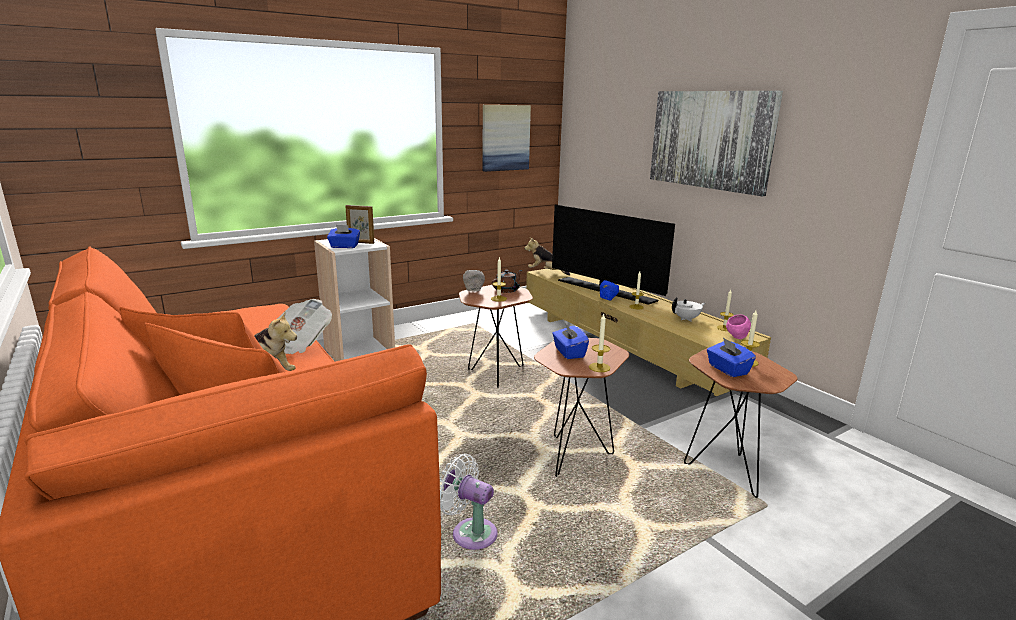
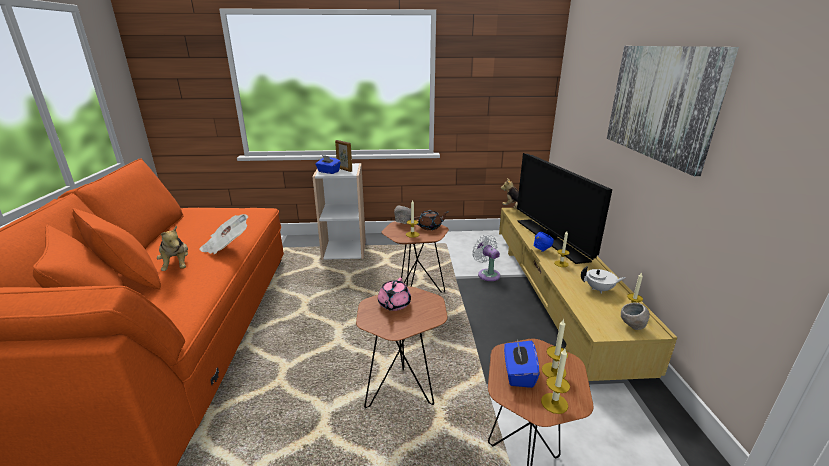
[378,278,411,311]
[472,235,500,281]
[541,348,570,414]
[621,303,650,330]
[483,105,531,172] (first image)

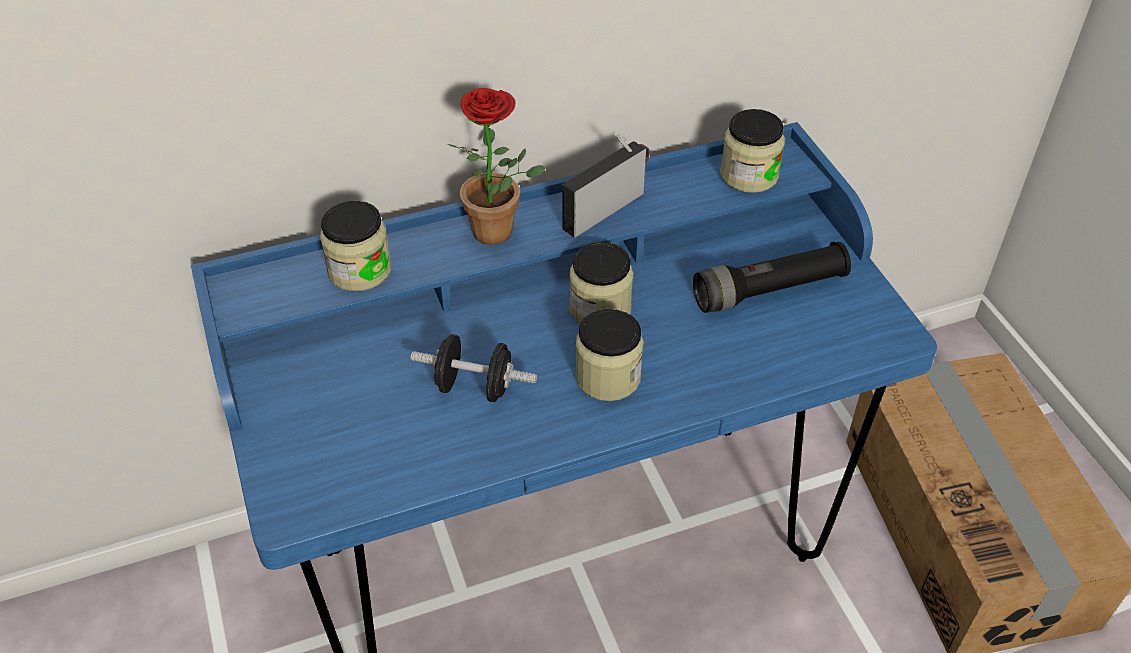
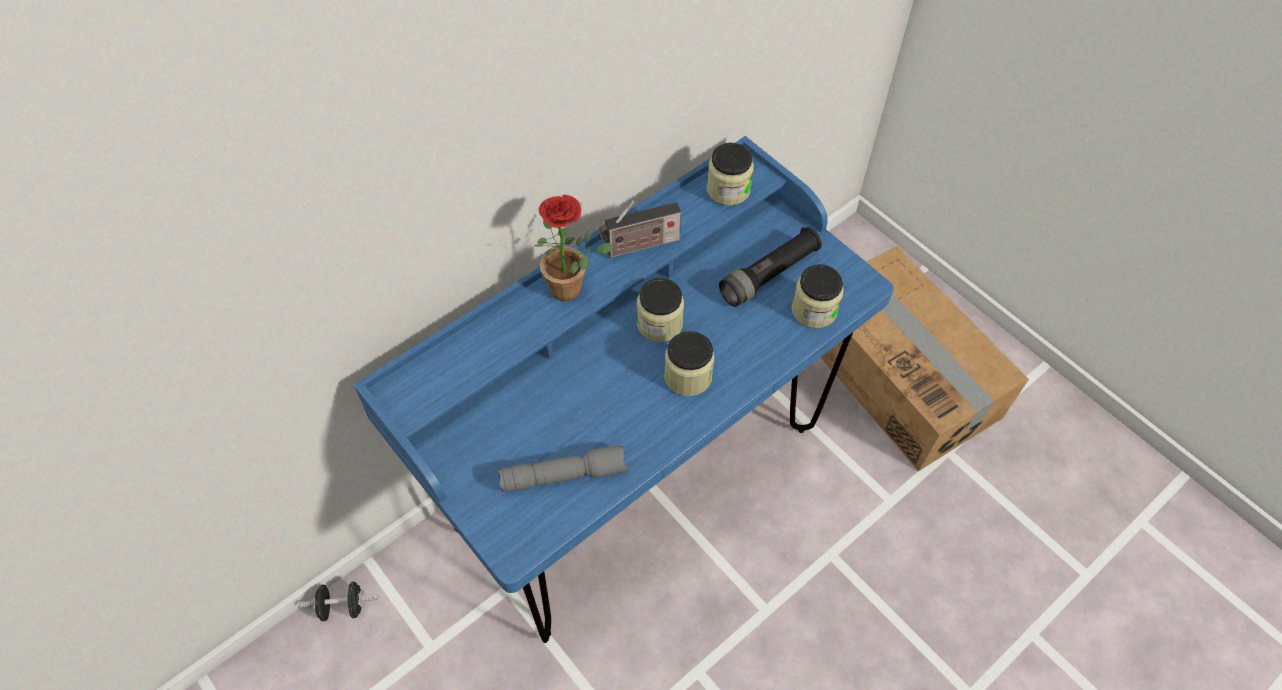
[299,582,378,621]
[498,445,629,492]
[598,201,681,258]
[791,264,844,328]

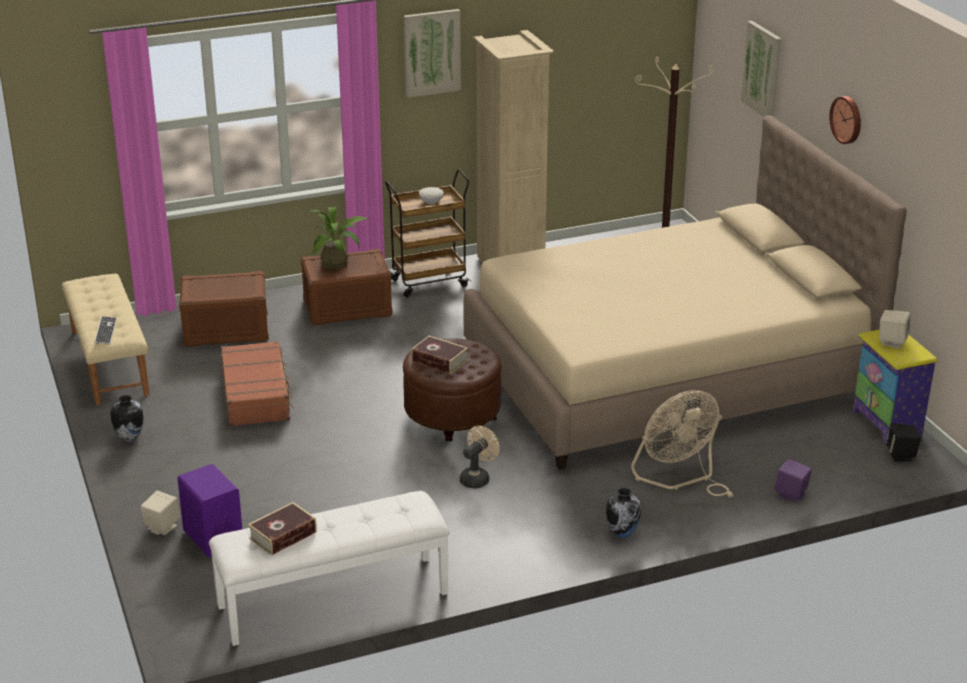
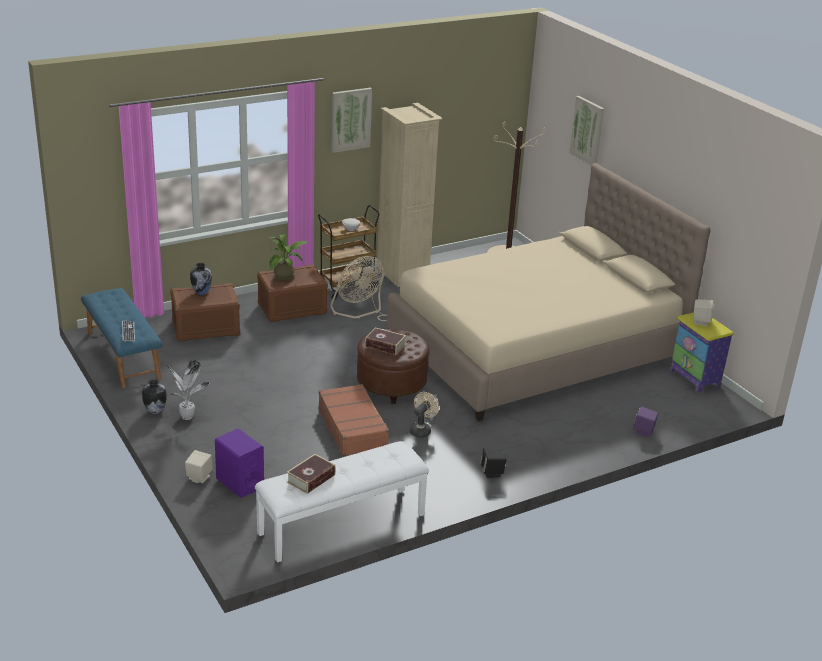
[81,288,162,388]
[167,360,209,420]
[190,263,212,295]
[319,384,389,456]
[331,256,387,321]
[481,448,506,478]
[829,96,861,144] (first image)

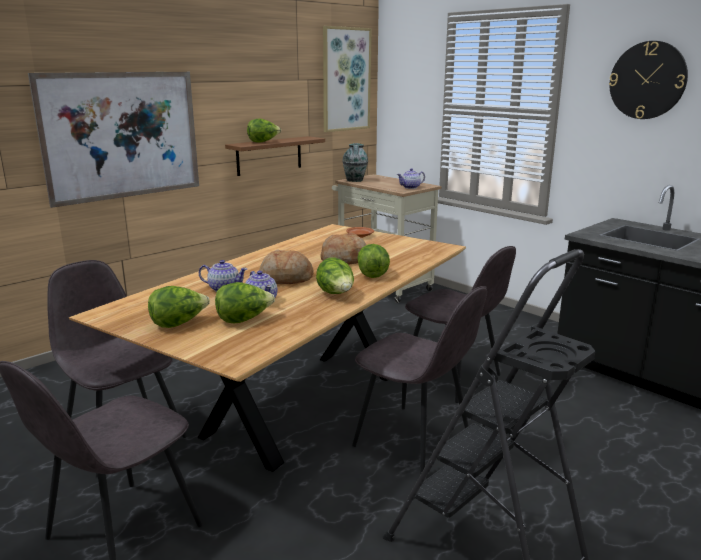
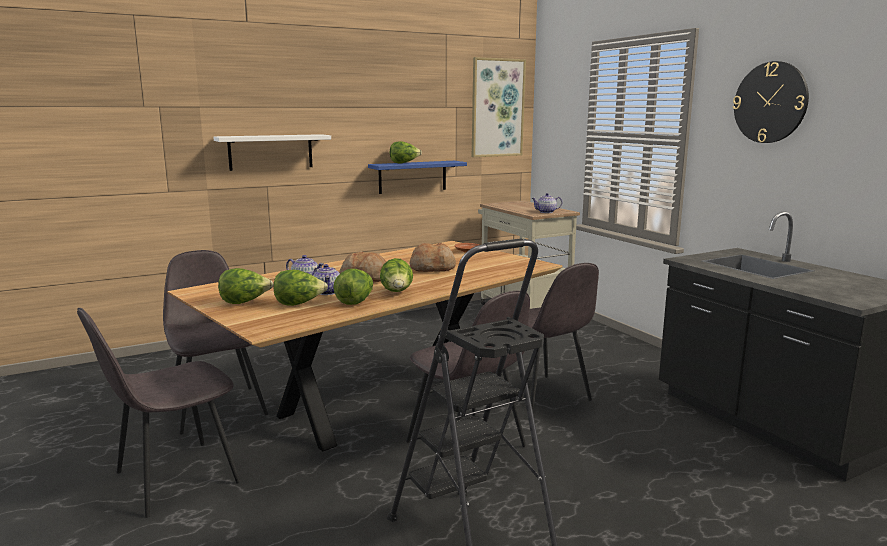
[213,134,331,171]
[333,269,373,305]
[368,161,467,194]
[342,143,368,182] (first image)

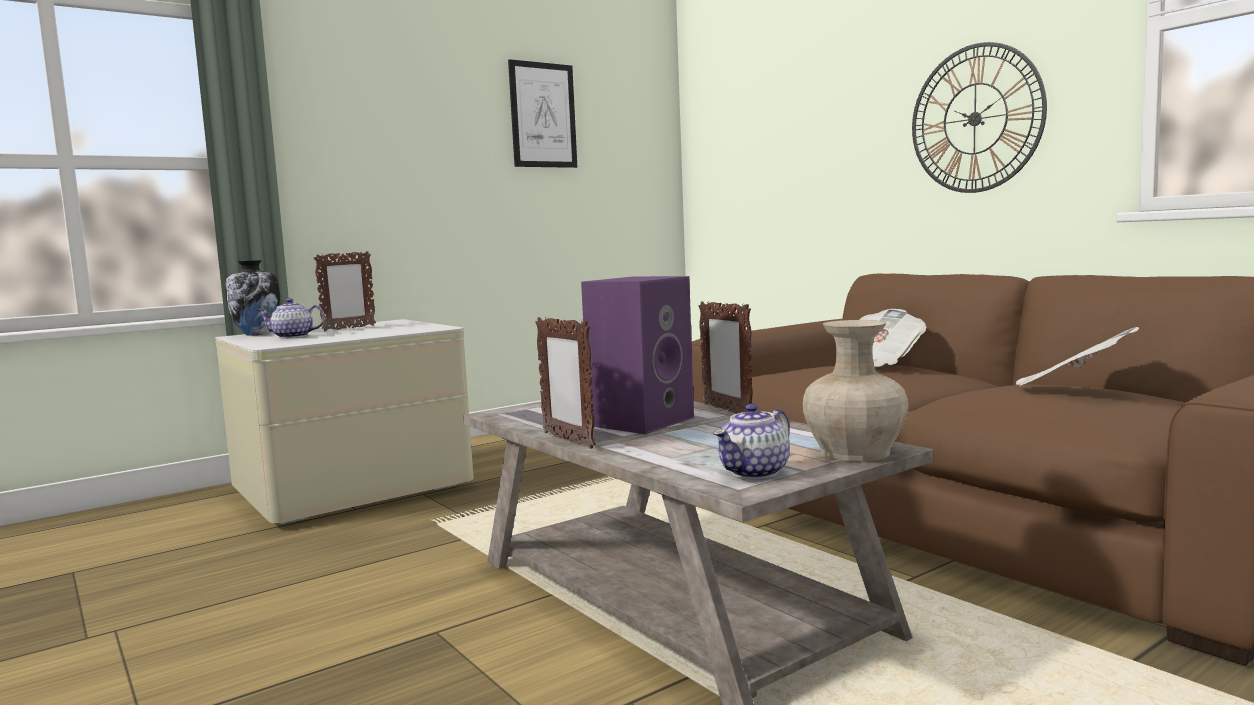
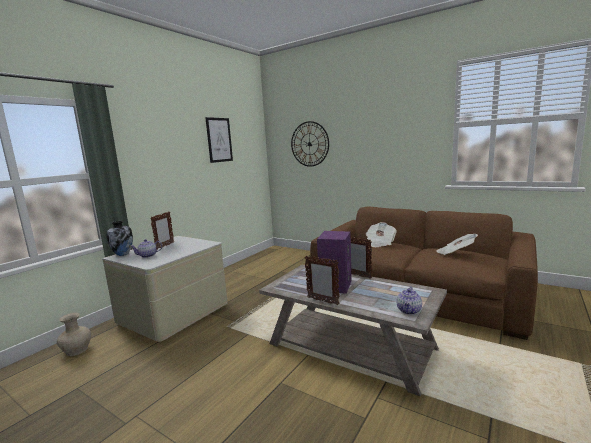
[57,313,91,356]
[291,121,329,167]

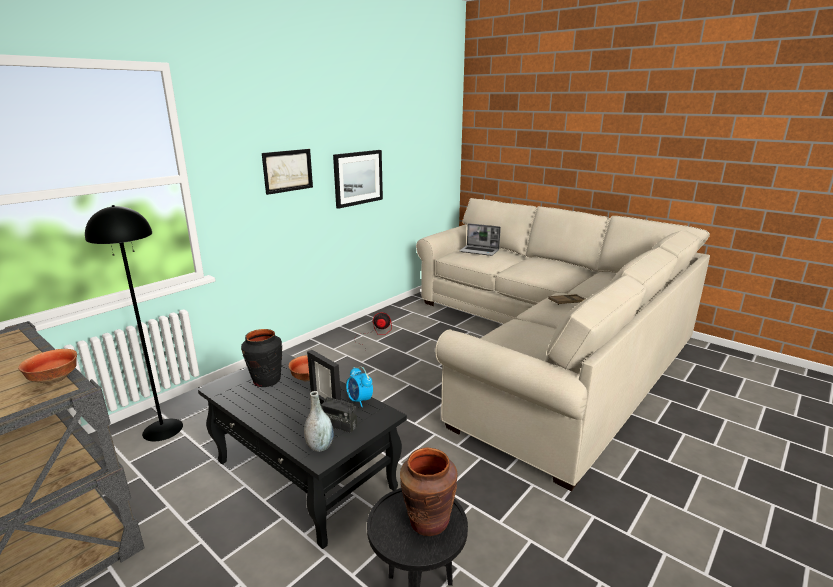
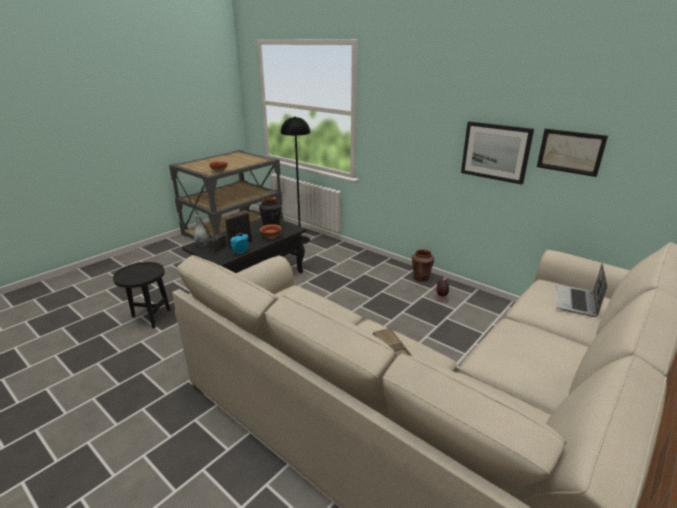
[412,250,434,282]
[537,129,608,177]

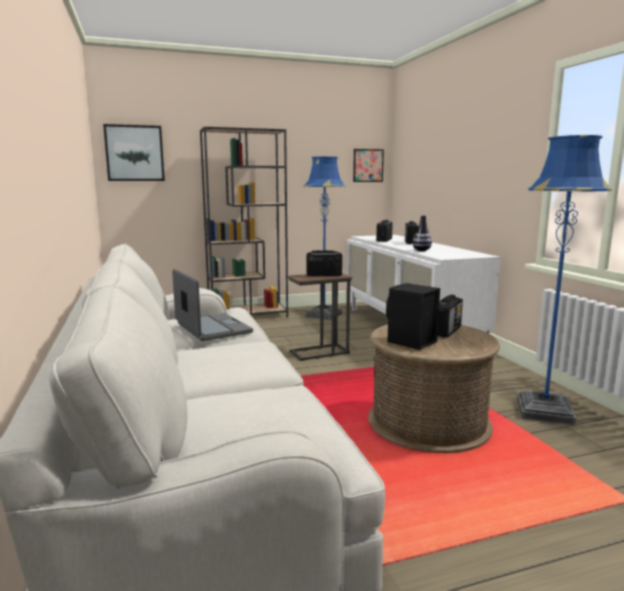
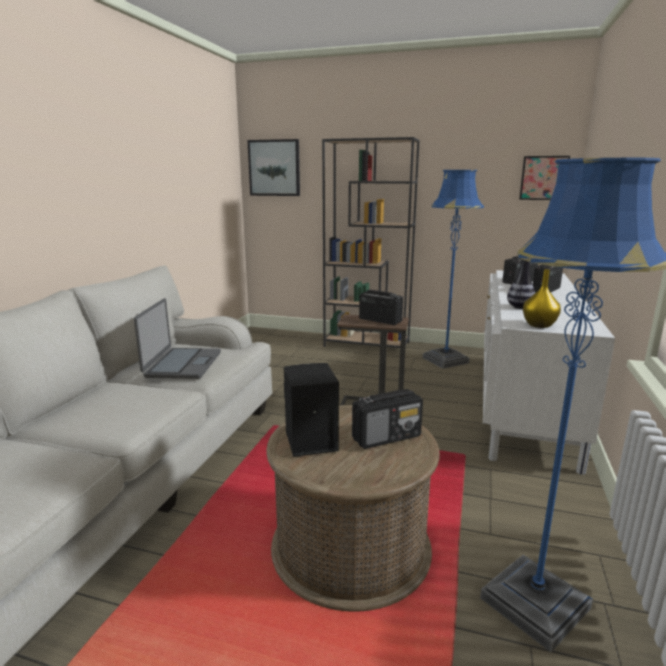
[523,269,561,328]

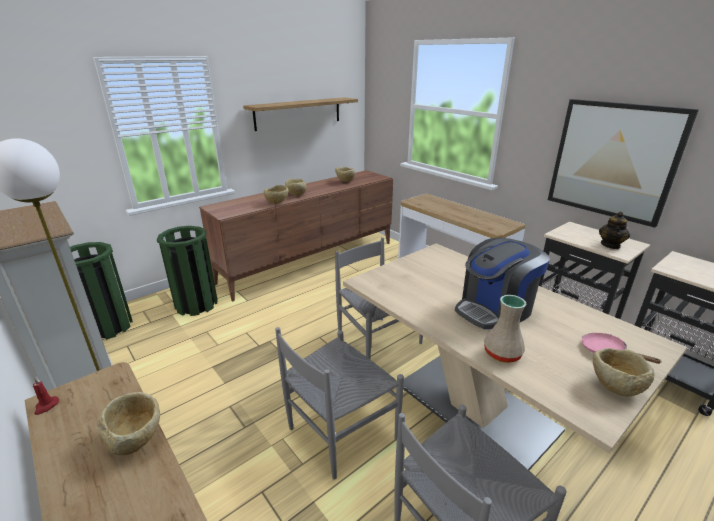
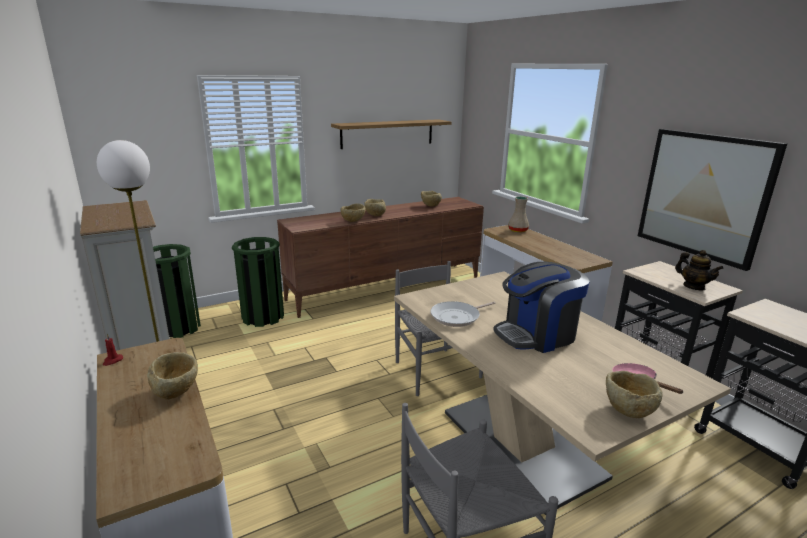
[430,301,495,327]
[508,196,529,233]
[675,250,724,290]
[275,327,404,479] (first image)

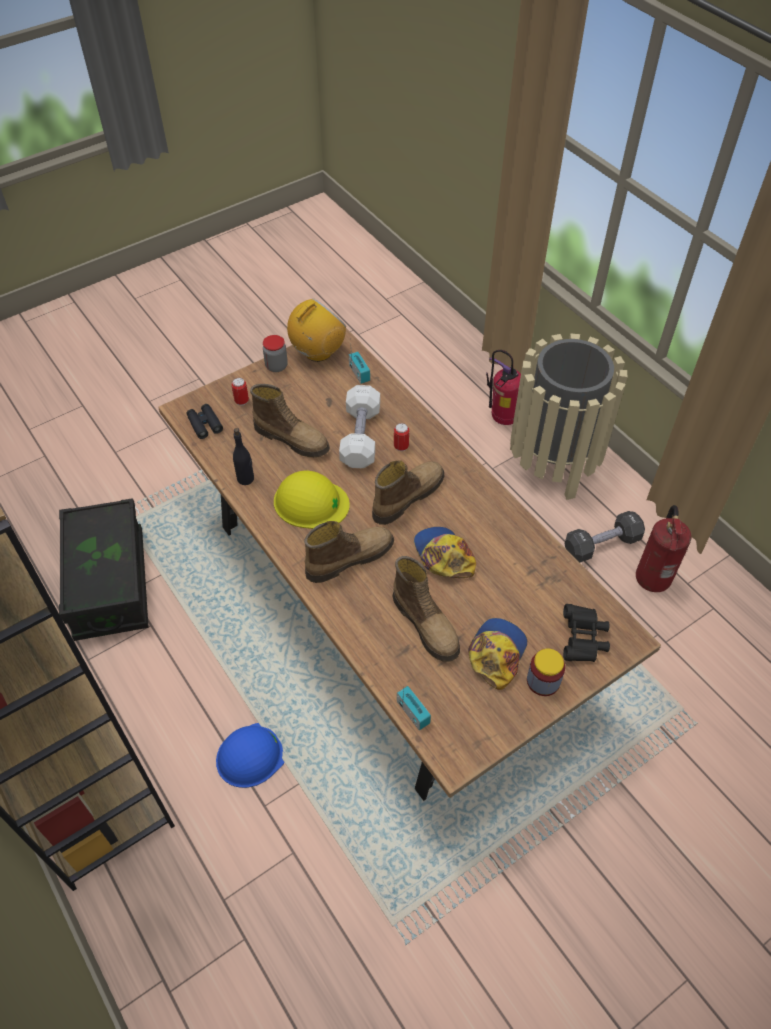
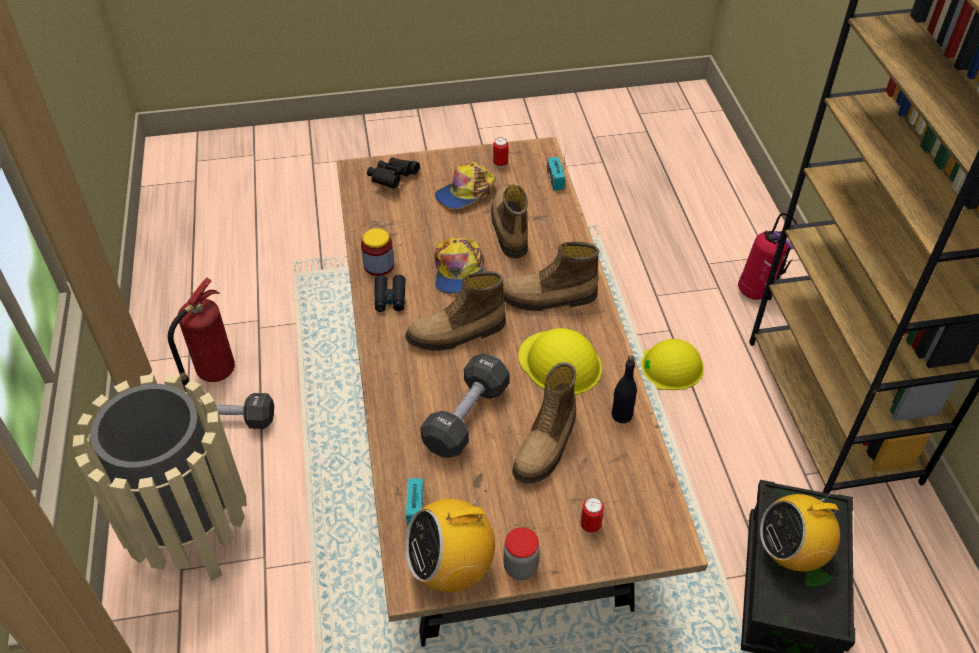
[361,228,394,276]
[375,275,405,312]
[420,353,510,458]
[493,137,509,168]
[512,362,576,484]
[641,339,704,390]
[738,213,797,300]
[760,490,840,572]

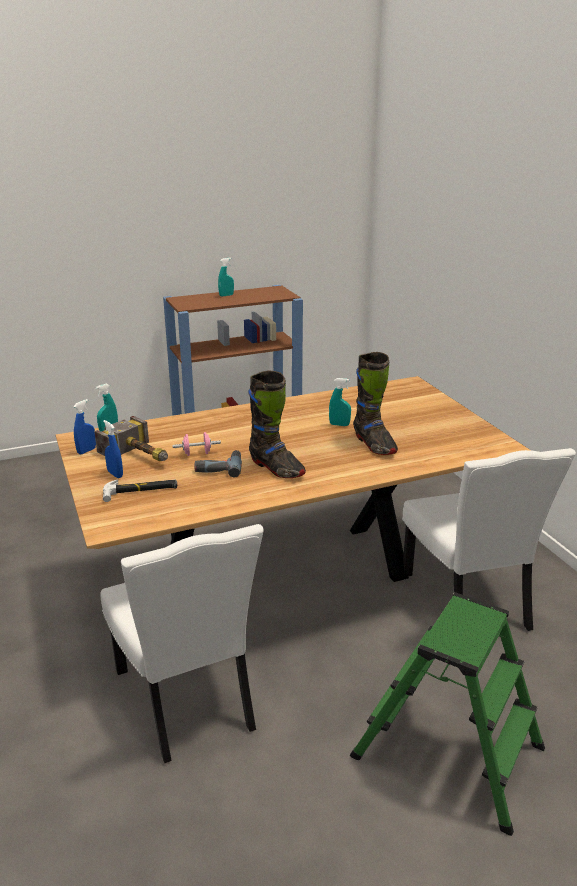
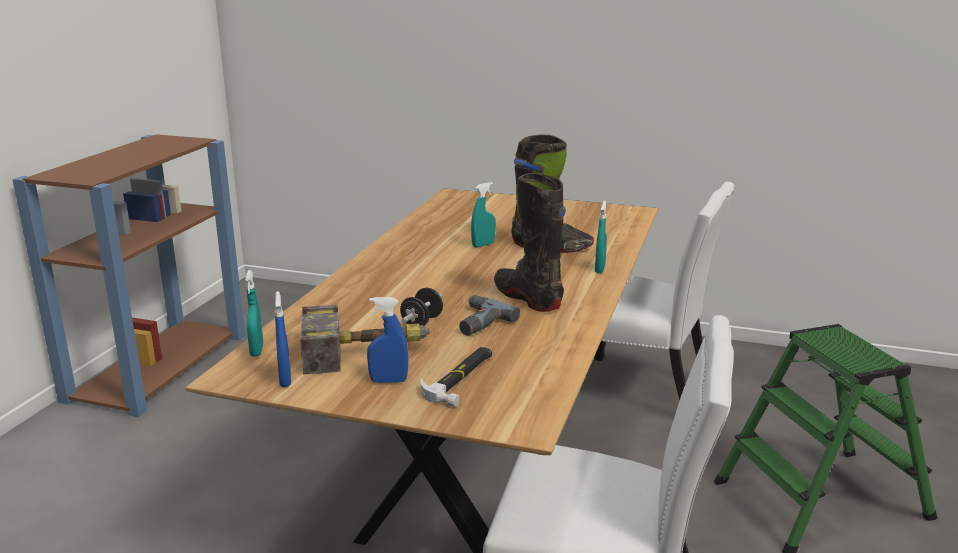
[400,288,443,326]
[494,173,566,312]
[595,200,607,273]

